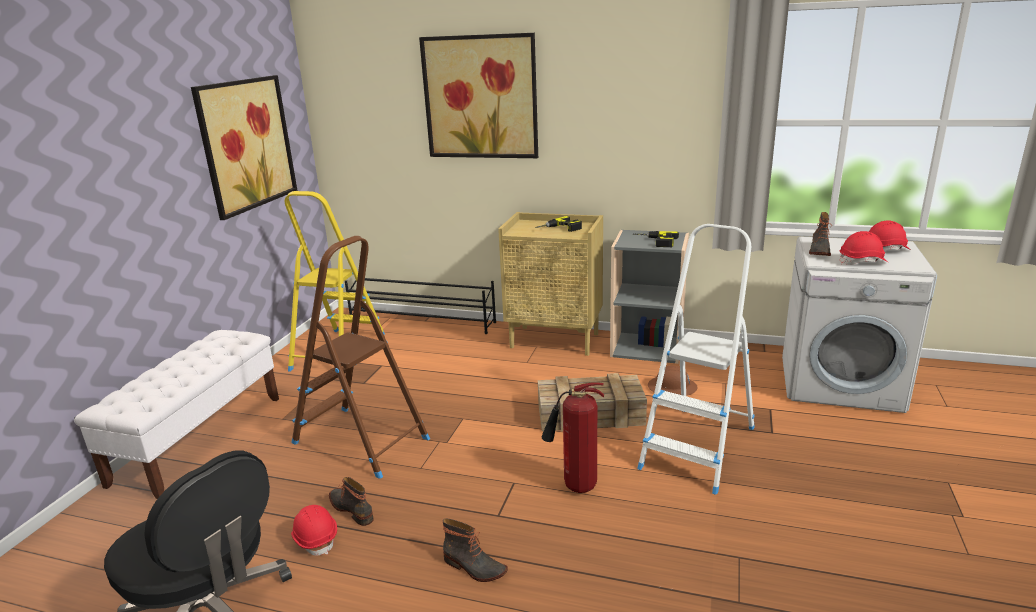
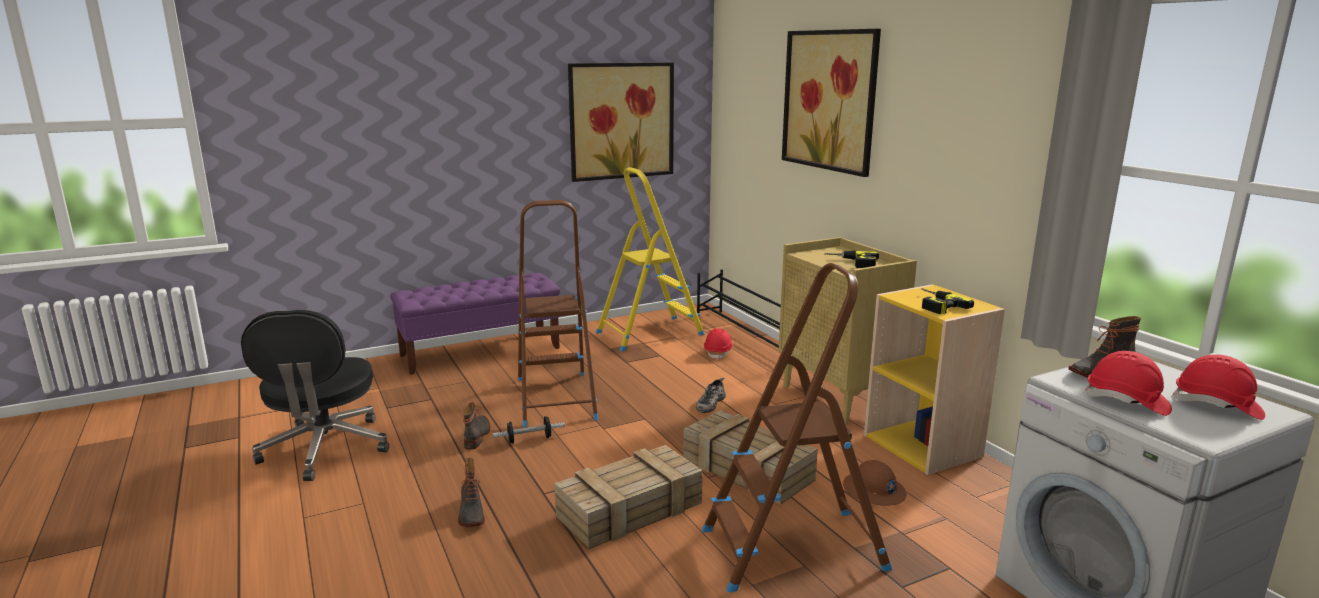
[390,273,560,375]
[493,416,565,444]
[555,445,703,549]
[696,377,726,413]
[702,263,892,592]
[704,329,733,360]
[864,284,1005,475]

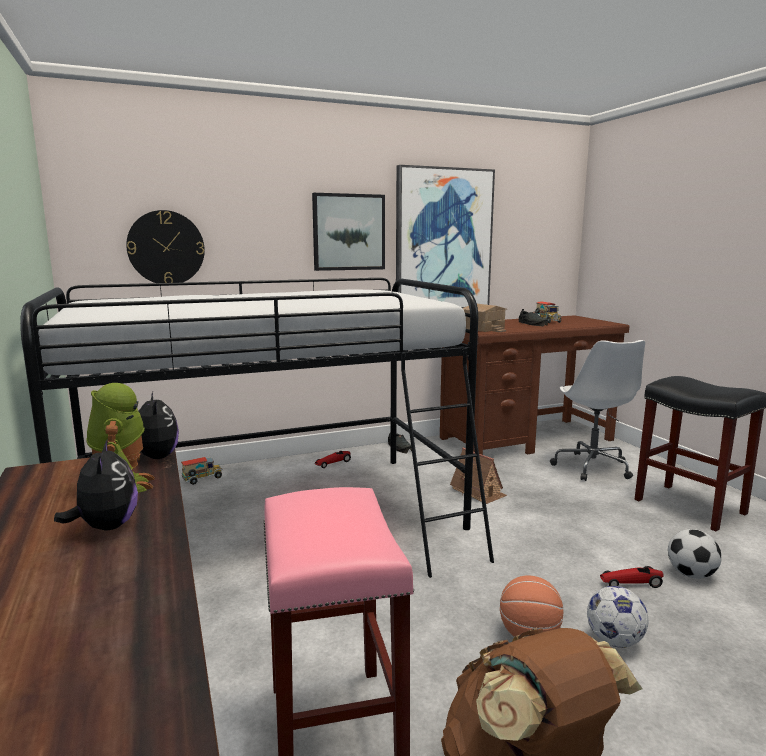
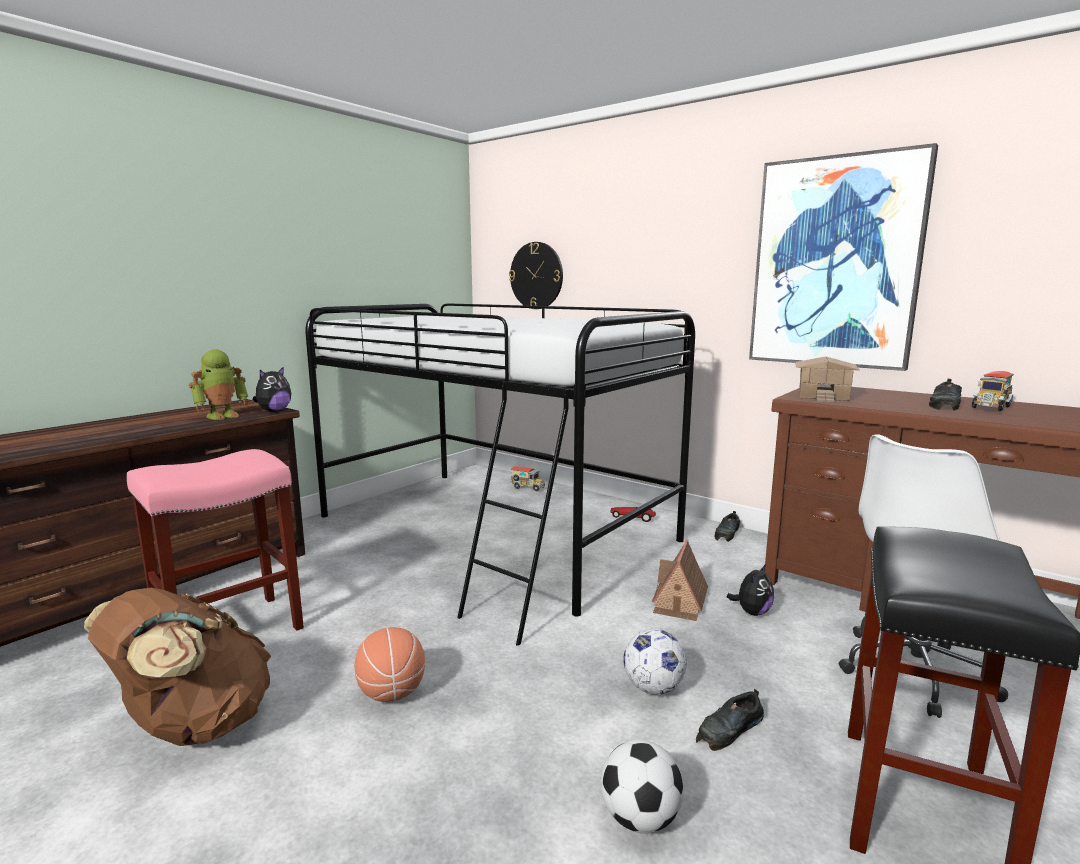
[623,629,687,695]
[696,689,764,751]
[727,564,774,616]
[312,193,385,271] (first image)
[600,566,664,588] (first image)

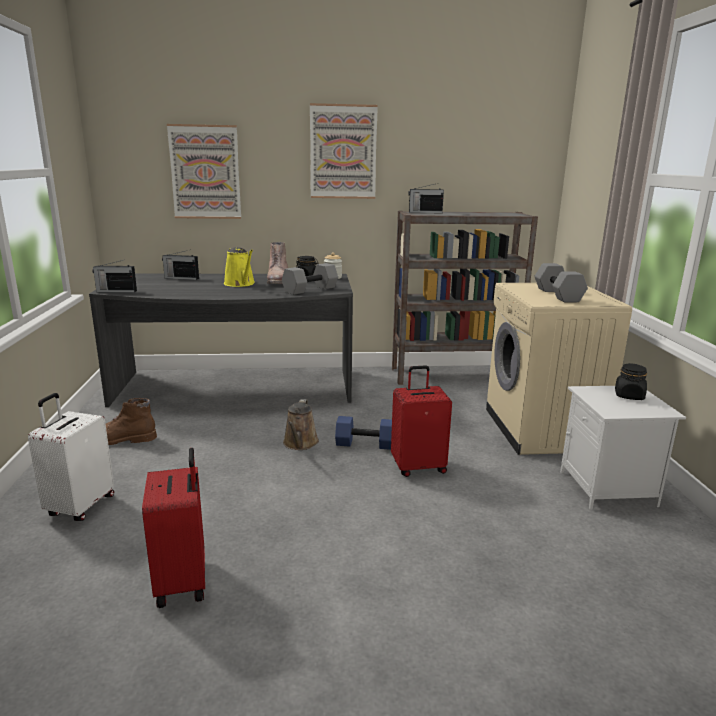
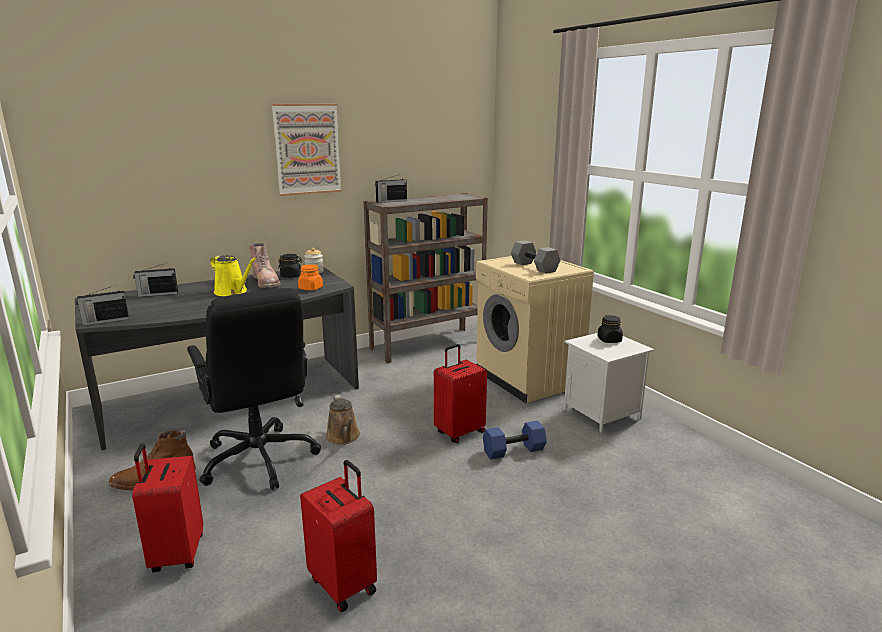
[132,443,203,573]
[187,288,321,490]
[298,264,323,290]
[483,420,547,459]
[167,124,241,219] (first image)

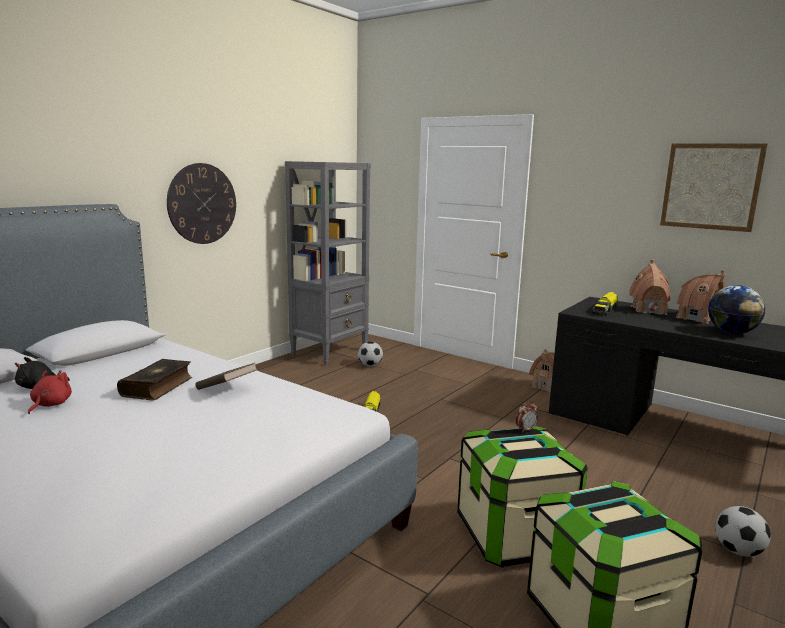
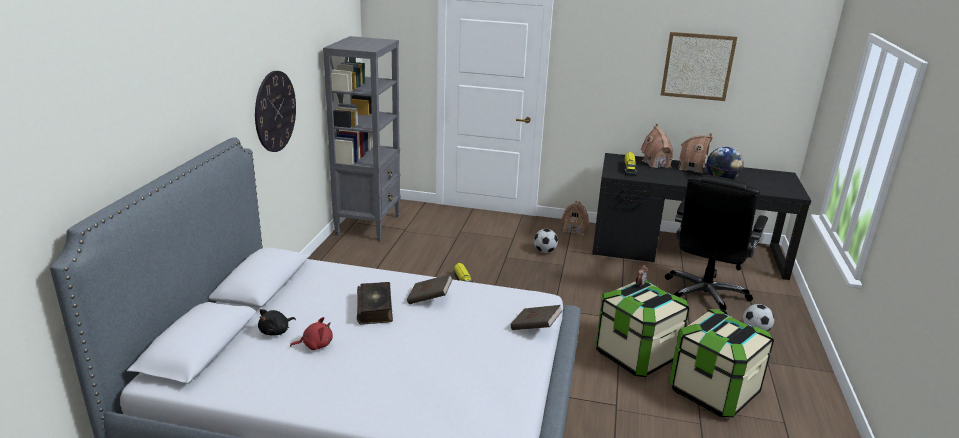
[290,317,333,350]
[510,305,563,330]
[534,229,558,253]
[665,175,768,314]

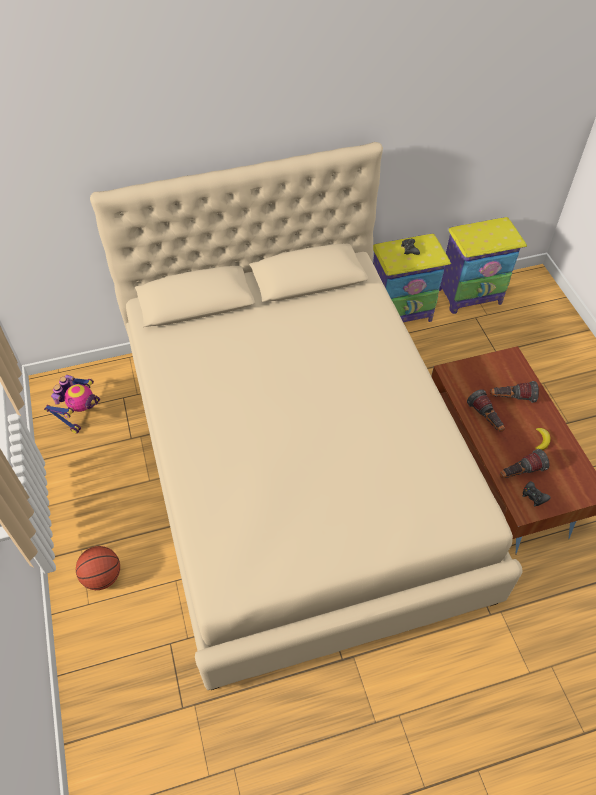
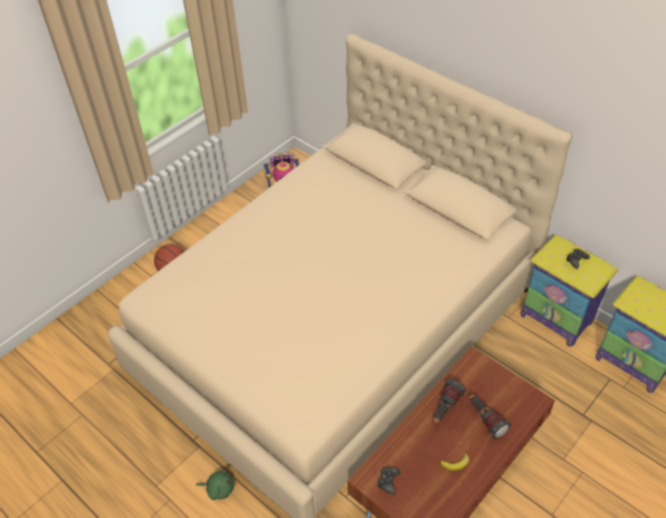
[196,471,234,500]
[500,449,550,478] (first image)

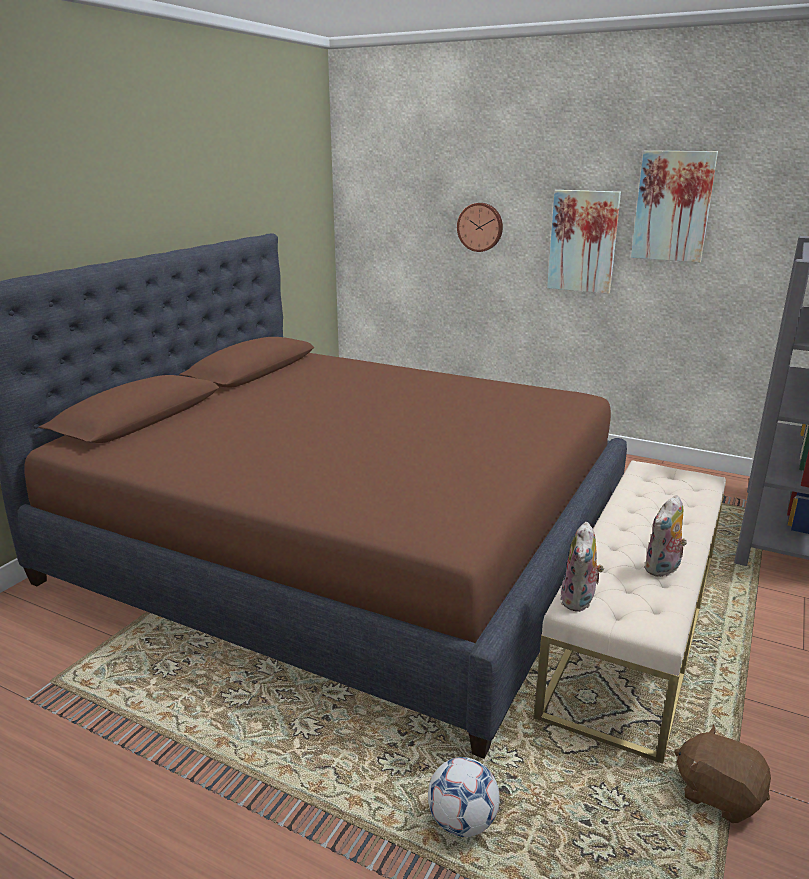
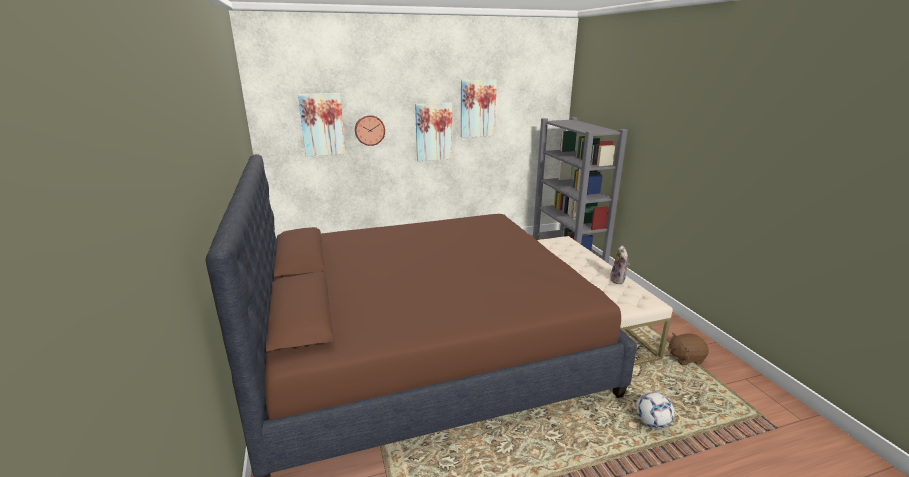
[298,93,346,157]
[560,522,604,612] (first image)

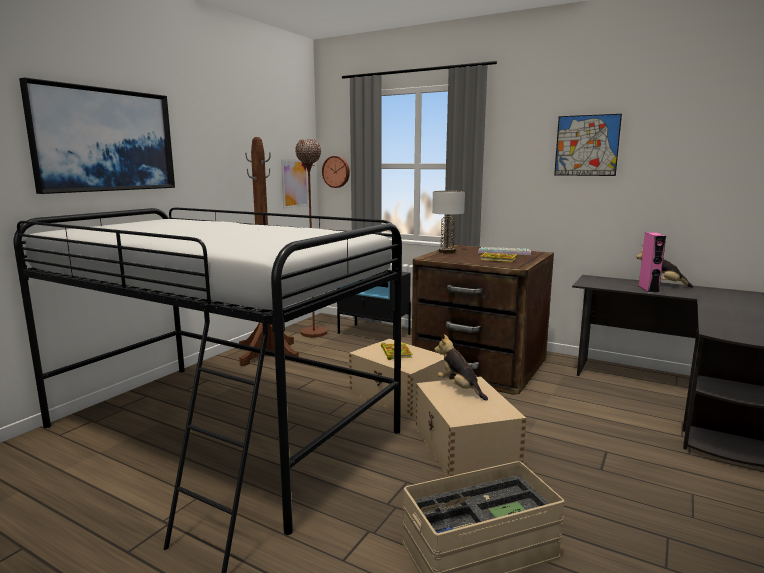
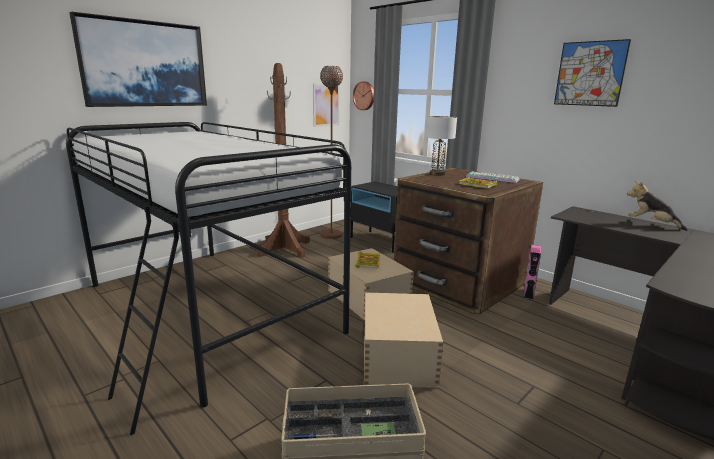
[523,245,541,300]
[435,334,488,401] (first image)

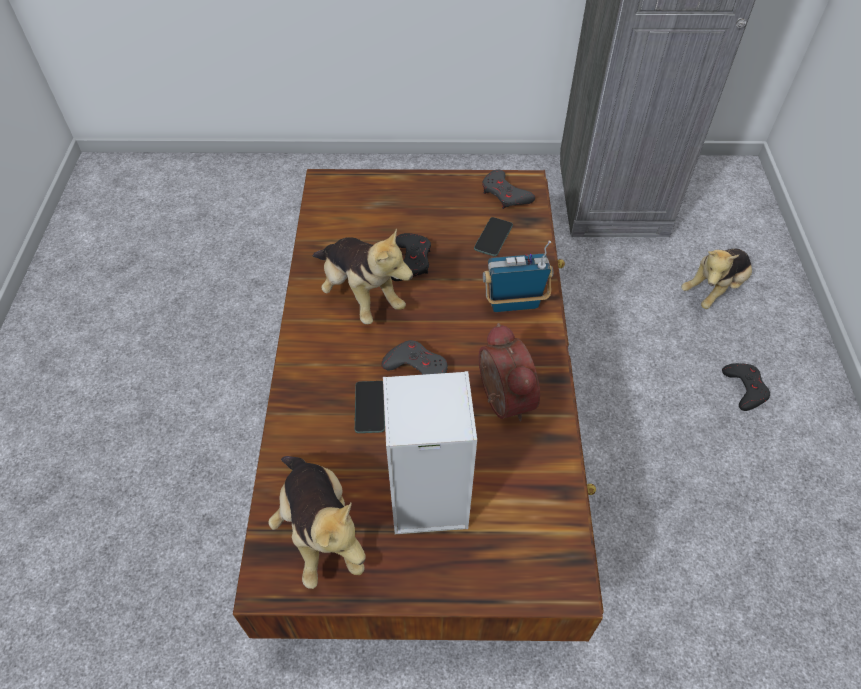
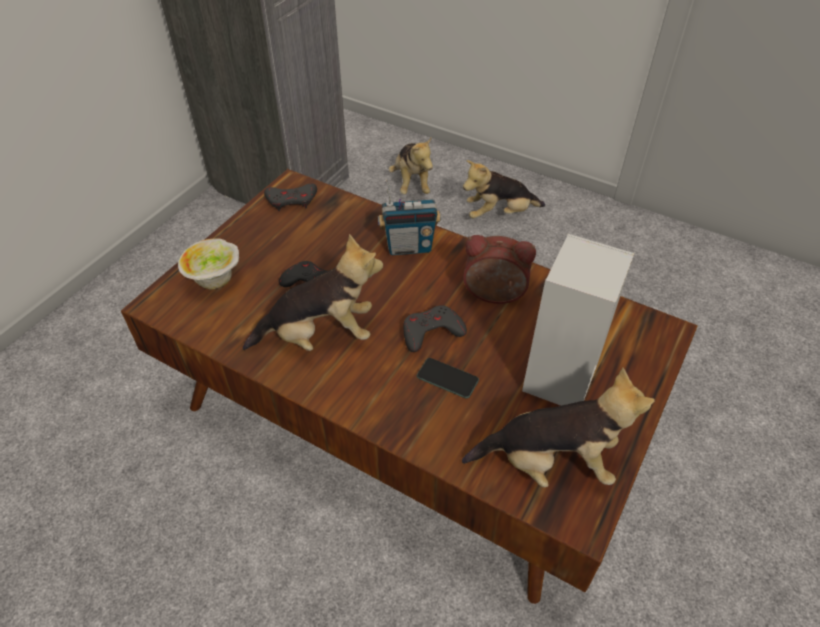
[178,238,239,290]
[378,180,441,255]
[463,160,545,218]
[474,217,513,256] (first image)

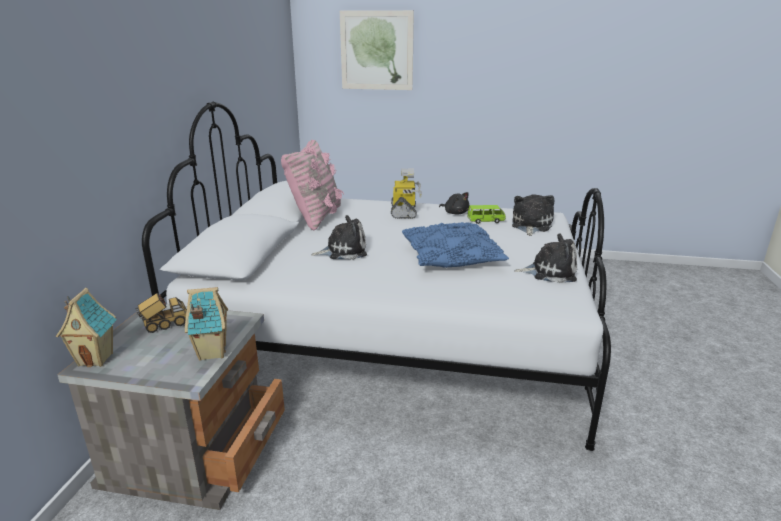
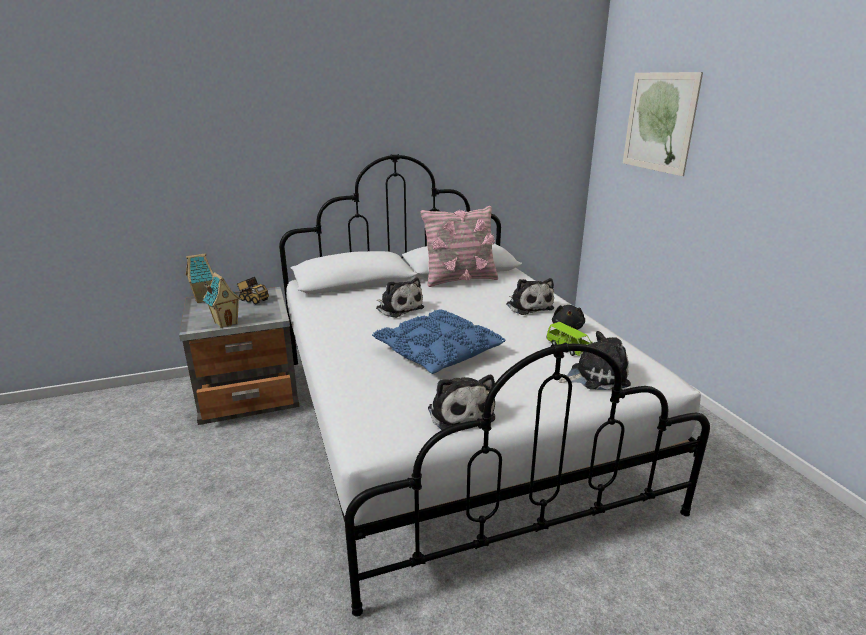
[506,278,554,315]

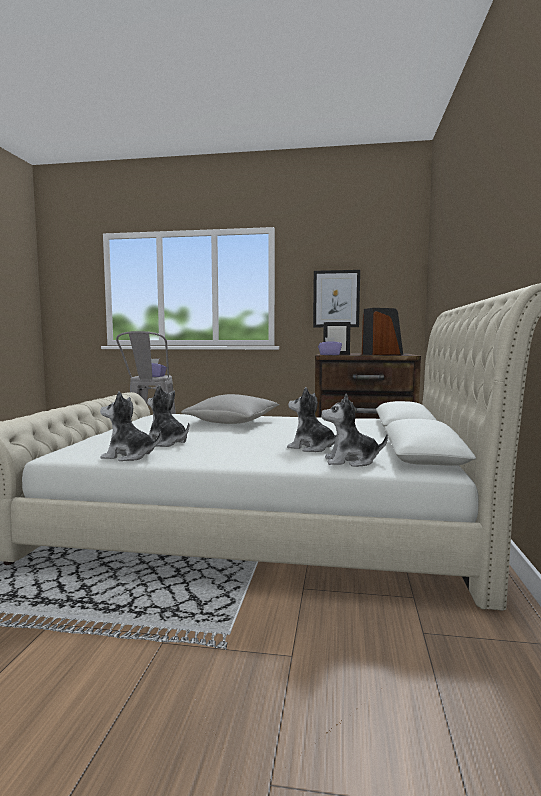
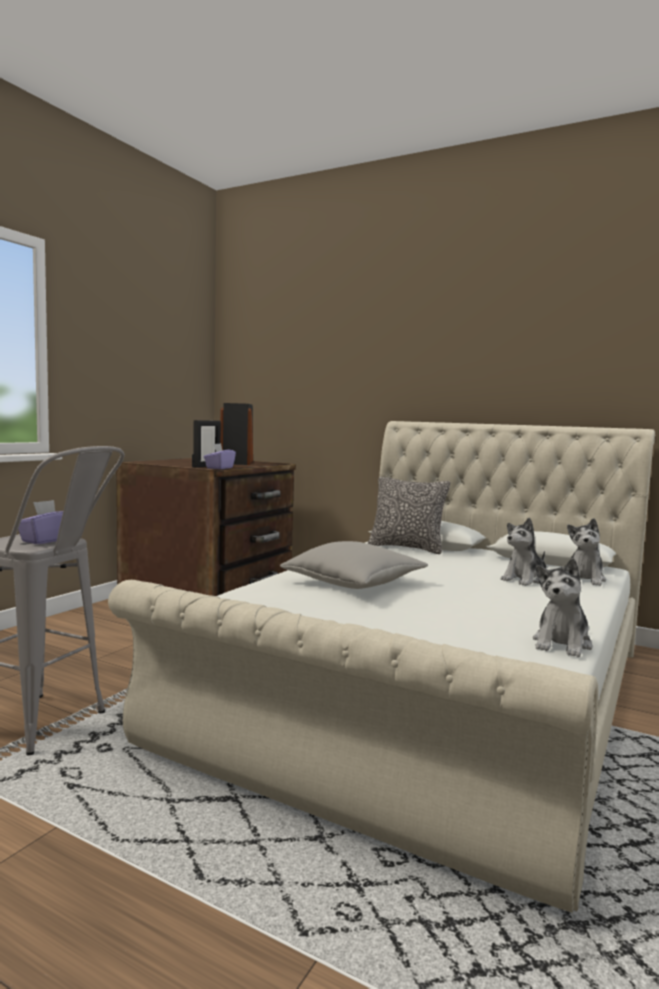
[368,476,450,554]
[147,385,189,447] (first image)
[313,270,360,327] (first image)

